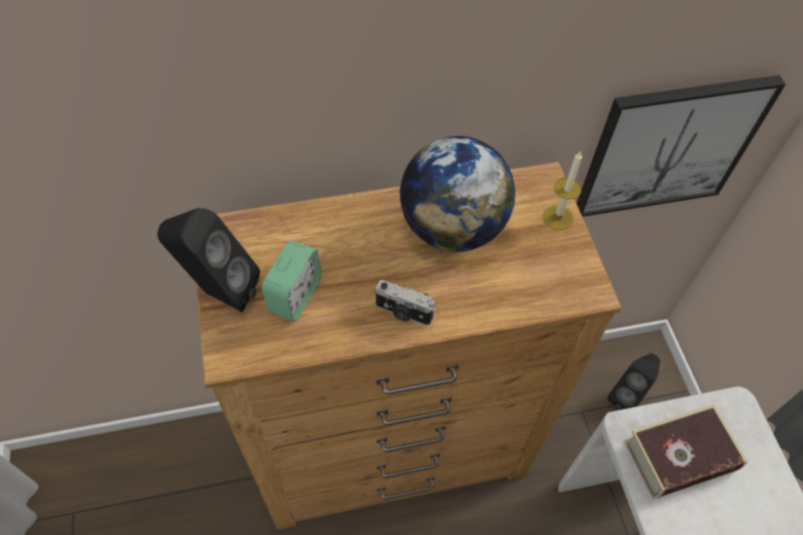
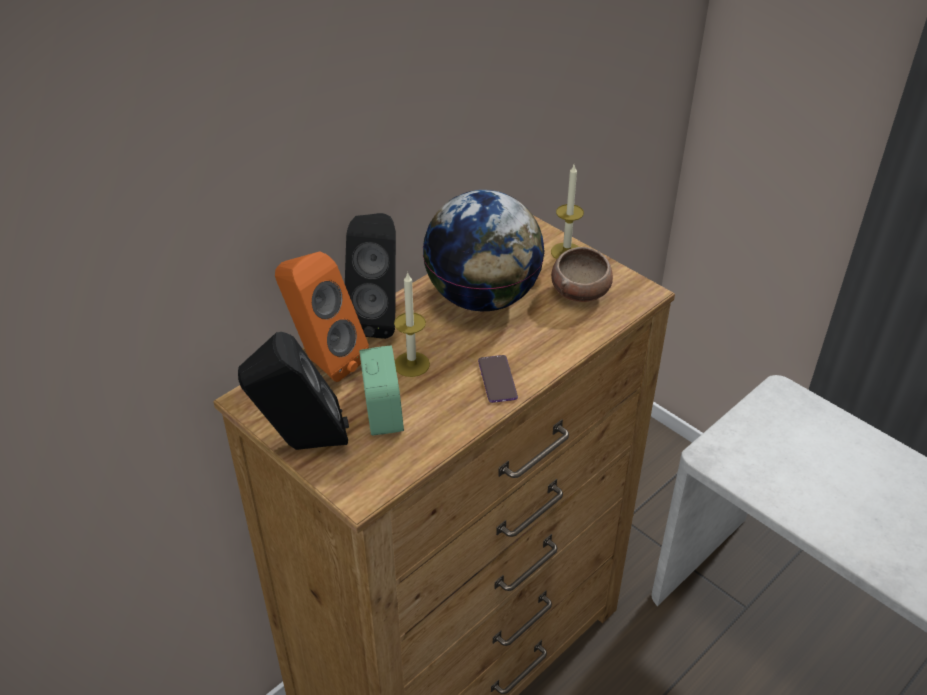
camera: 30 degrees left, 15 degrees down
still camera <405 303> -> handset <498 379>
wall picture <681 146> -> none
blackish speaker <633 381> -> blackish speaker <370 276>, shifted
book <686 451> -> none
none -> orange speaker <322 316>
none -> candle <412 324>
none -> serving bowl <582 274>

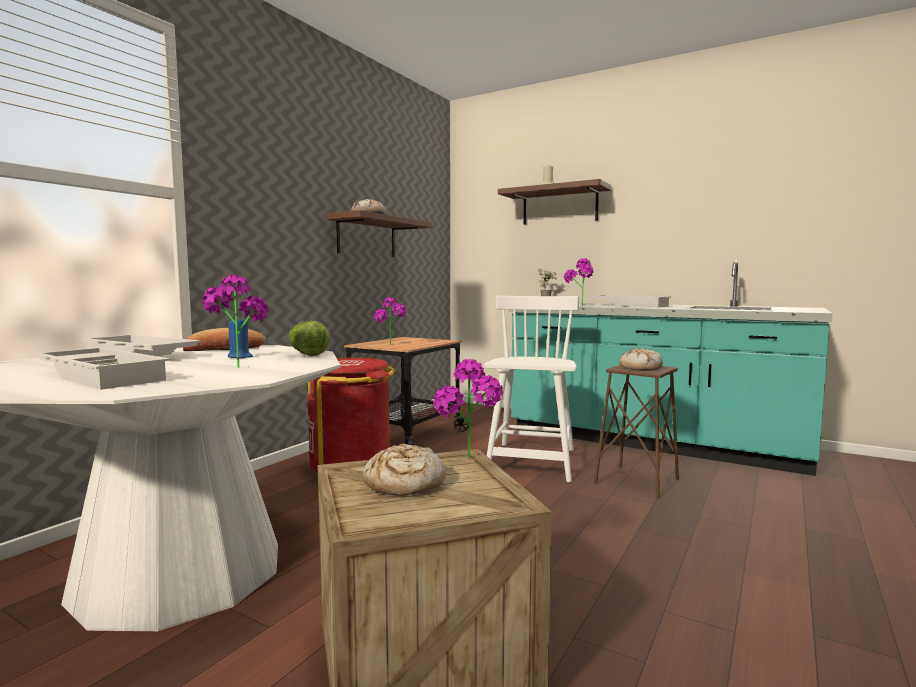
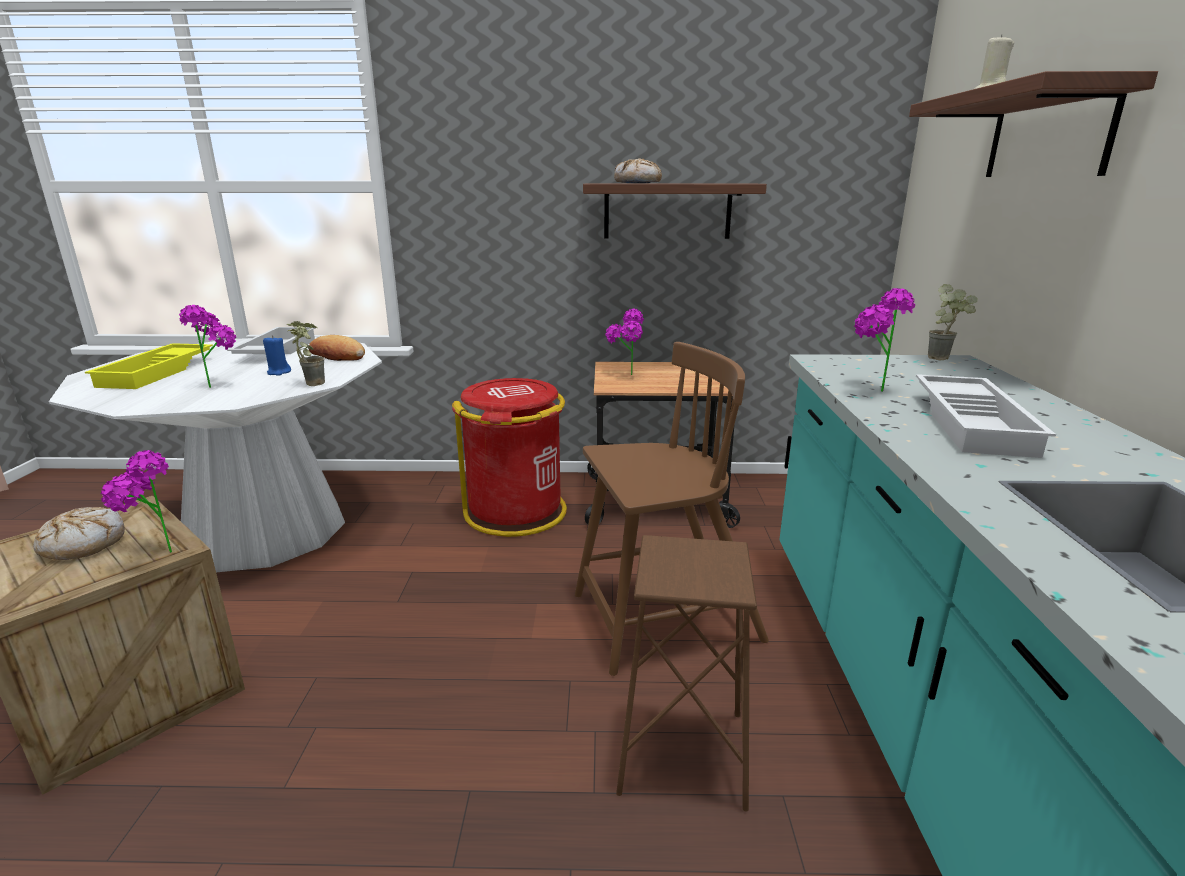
camera: 60 degrees right, 15 degrees up
white-coloured carrying tray <102 368> -> yellow-coloured carrying tray <149 366>
lettuce <309 338> -> plant in a pot <305 353>
white-coloured plain chair <531 389> -> brown-coloured plain chair <672 509>
baked bread <641 359> -> none

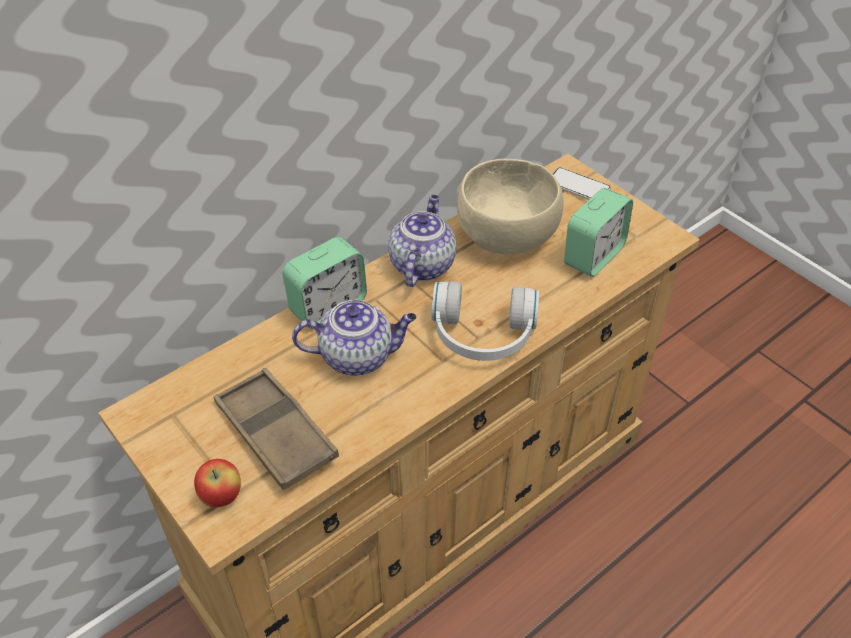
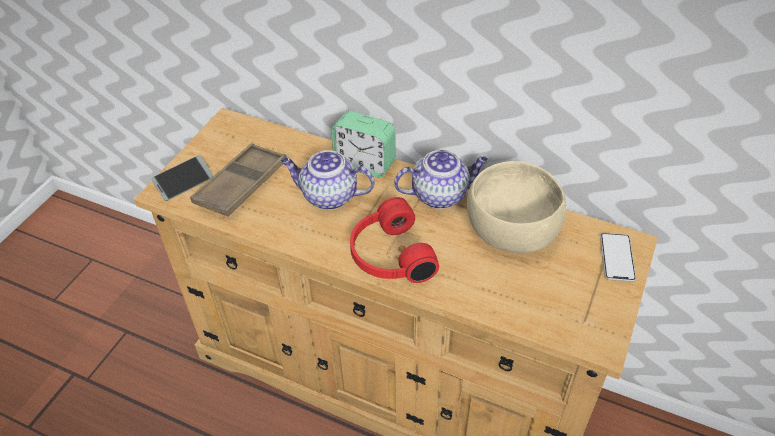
camera: 65 degrees right, 0 degrees up
whole apple <217 483> -> handset <182 178>
pot for tea <354 337> -> pot for tea <327 180>, 135 degrees clockwise
white-coloured headset <485 321> -> reddish headset <394 240>
table clock <598 232> -> none

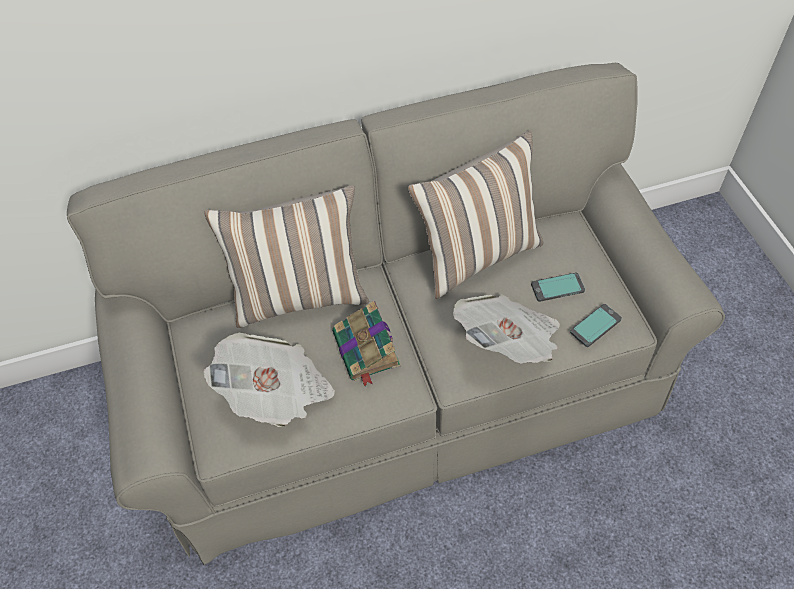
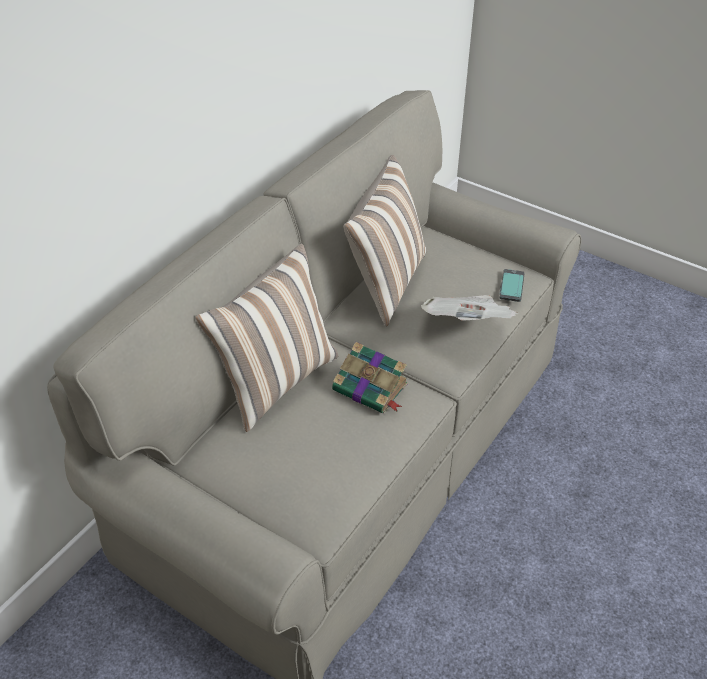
camera: 40 degrees left, 10 degrees down
newspaper <269 380> -> none
handset <558 287> -> none

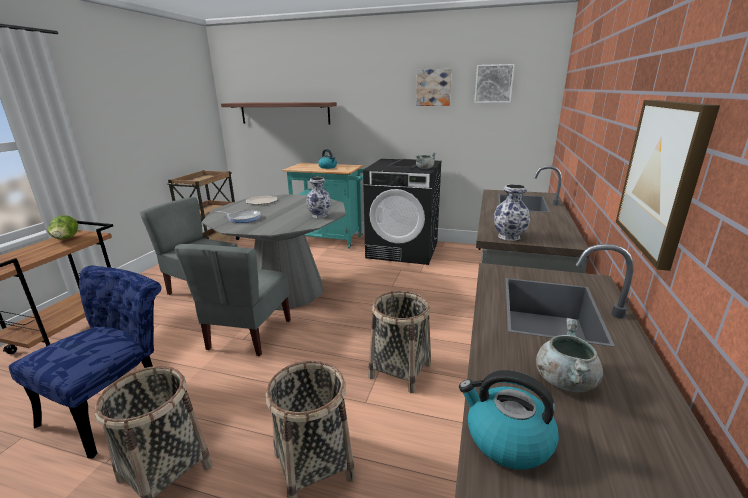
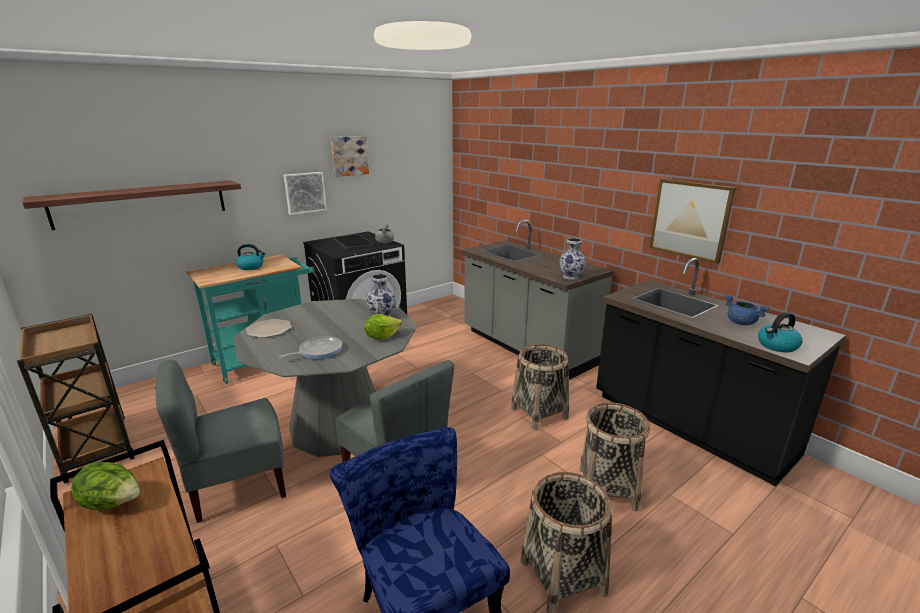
camera: 55 degrees left, 0 degrees up
wall picture <494 83> -> wall picture <305 193>, shifted
greyish stockpot <569 355> -> blue stockpot <747 310>
none -> lettuce <383 326>

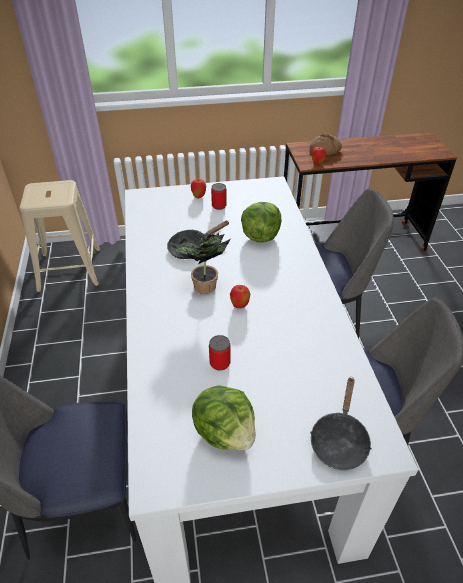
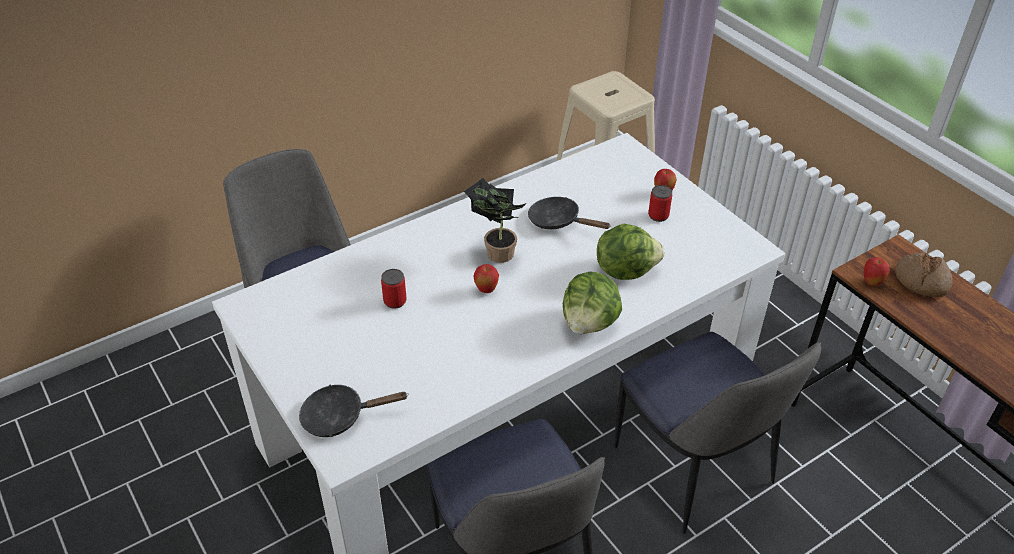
camera: 65 degrees right, 0 degrees up
lettuce <223 417> -> lettuce <592 303>, shifted

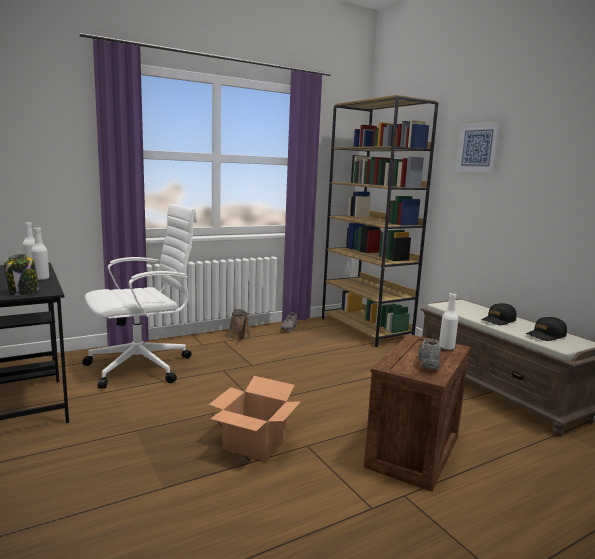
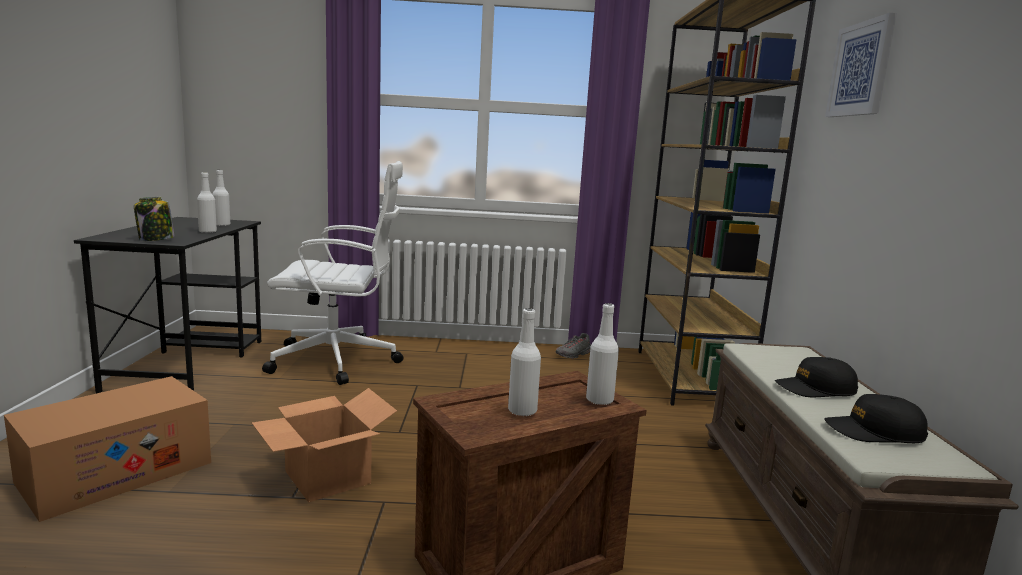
camera: 30 degrees right, 0 degrees up
brown-coloured watering pot <239 324> -> none
greyish low shoe <430 354> -> white-coloured drink bottle <524 362>
none -> packing box <107 449>

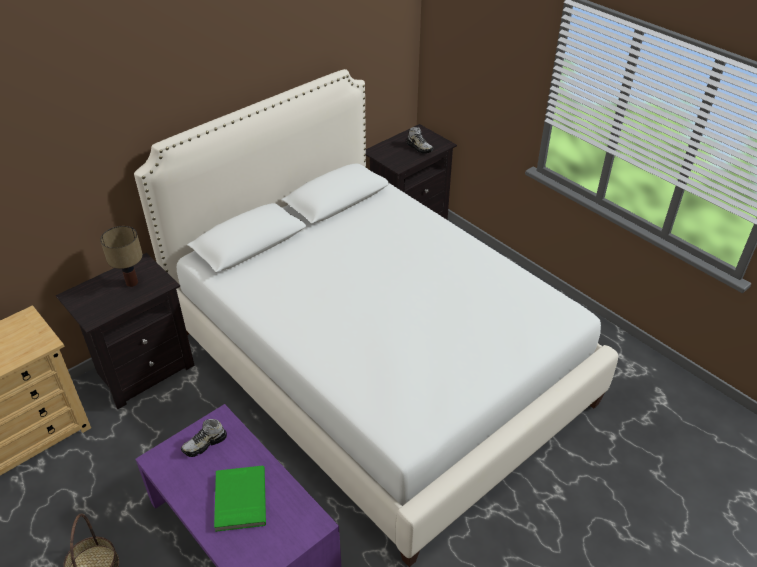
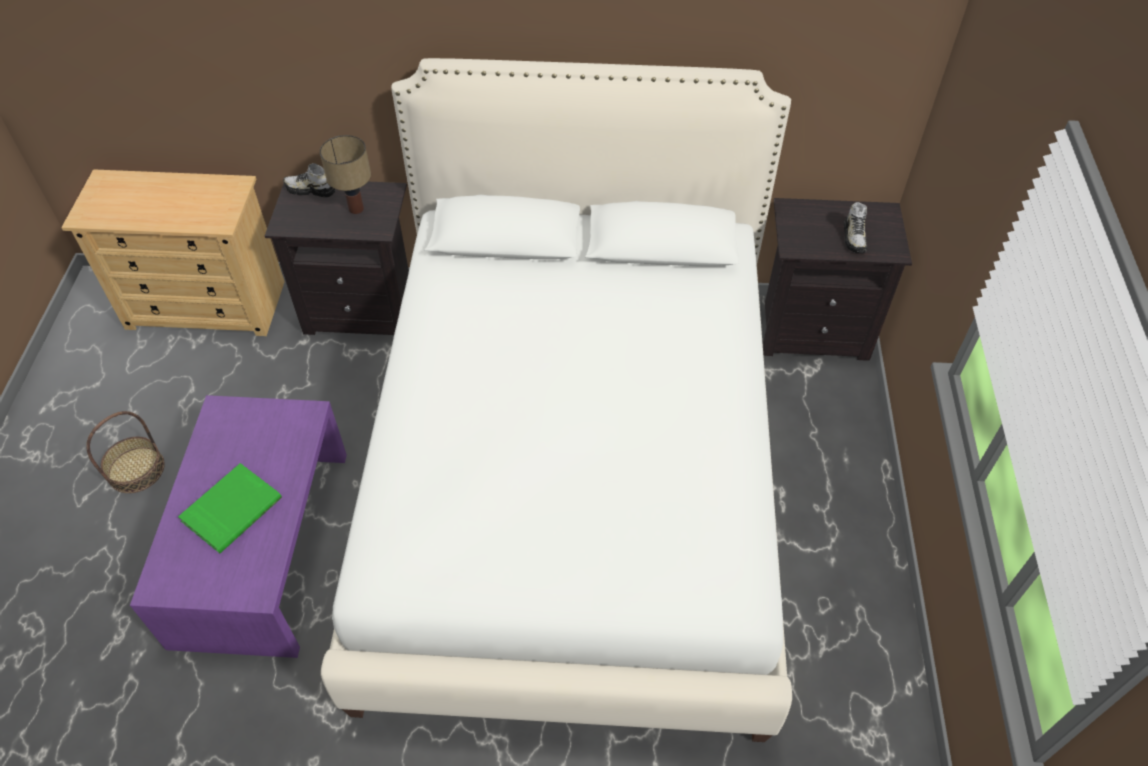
camera: 45 degrees right, 10 degrees up
low shoe <204 438> -> low shoe <309 180>, shifted

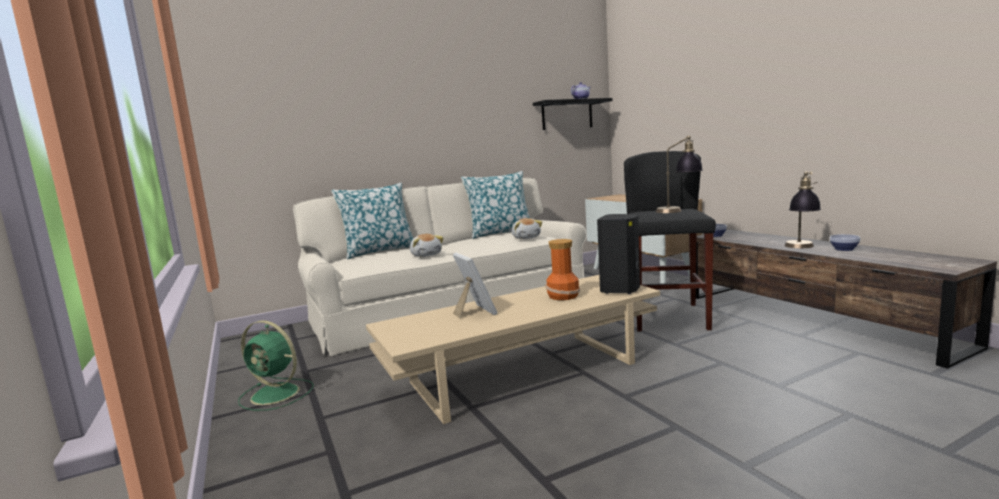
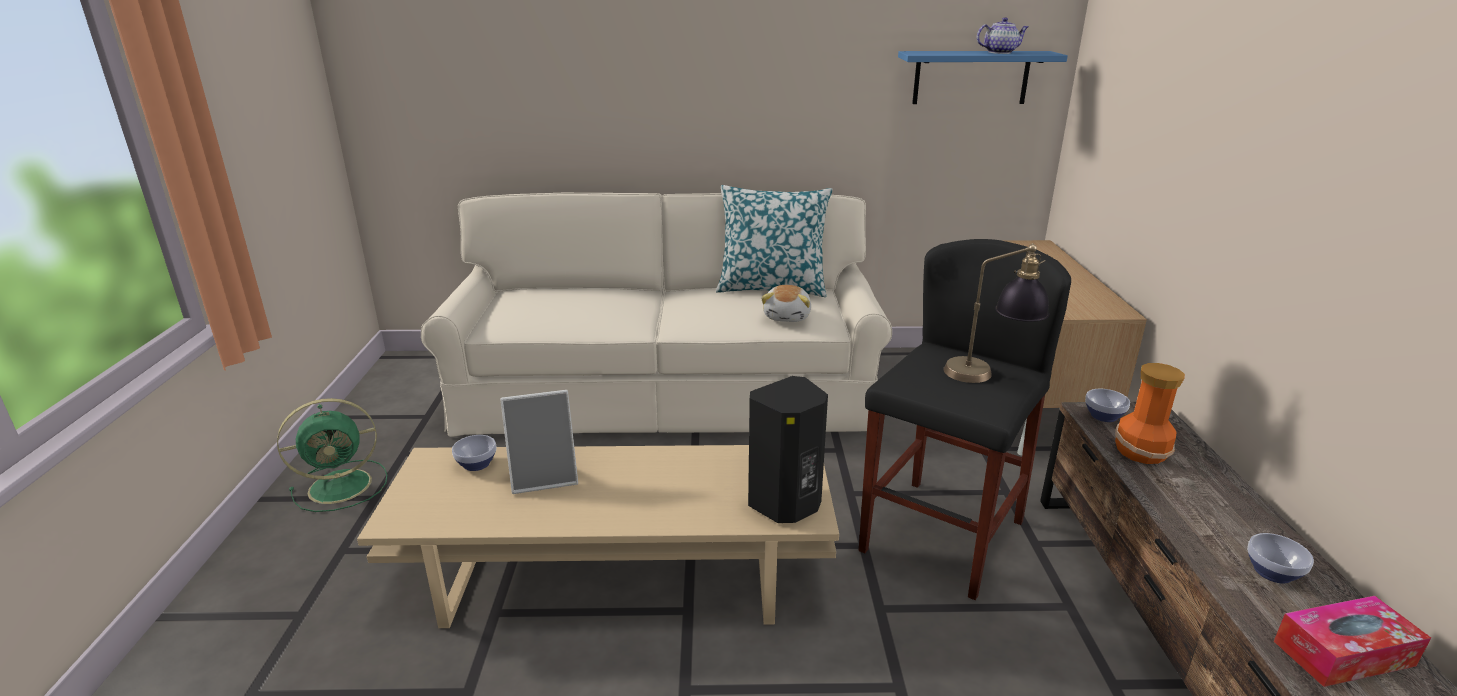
camera: 25 degrees right, 15 degrees up
green electric fan <276 365> -> green electric fan <332 455>, 75 degrees counterclockwise
pillow <372 221> -> none
soft toy <426 245> -> none
picture frame <475 286> -> picture frame <539 442>, 75 degrees clockwise
blackish shelf <572 114> -> blue shelf <983 77>
decorative vase <563 269> -> decorative vase <1150 413>, shifted
lamp for a table <803 209> -> none
none -> serving bowl <474 453>
none -> tissue holder <1352 641>

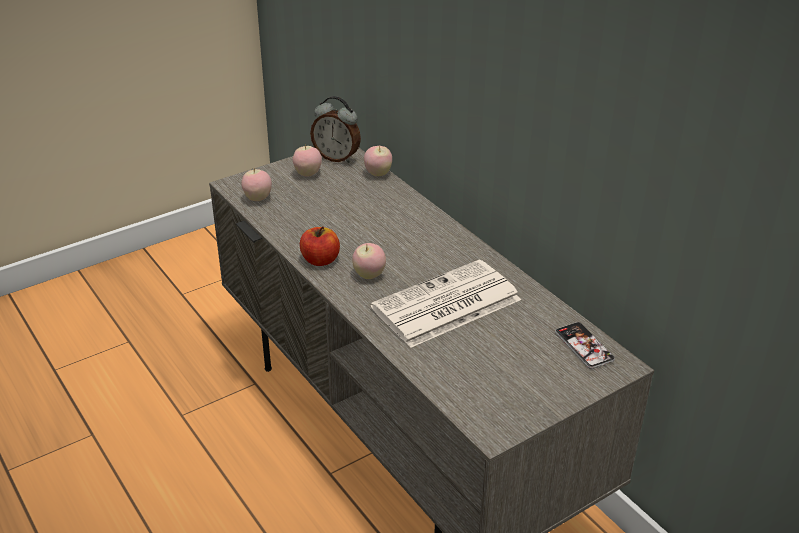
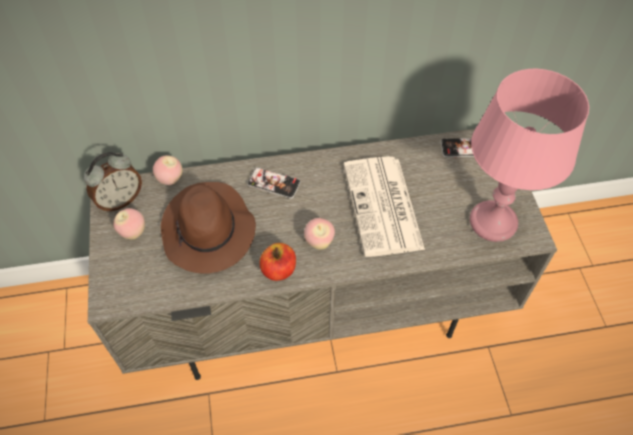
camera: 65 degrees left, 20 degrees up
whole apple <256 184> -> none
none -> brown-coloured hat <208 228>
none -> handset <274 183>
none -> pinkish lamp for a table <529 155>

